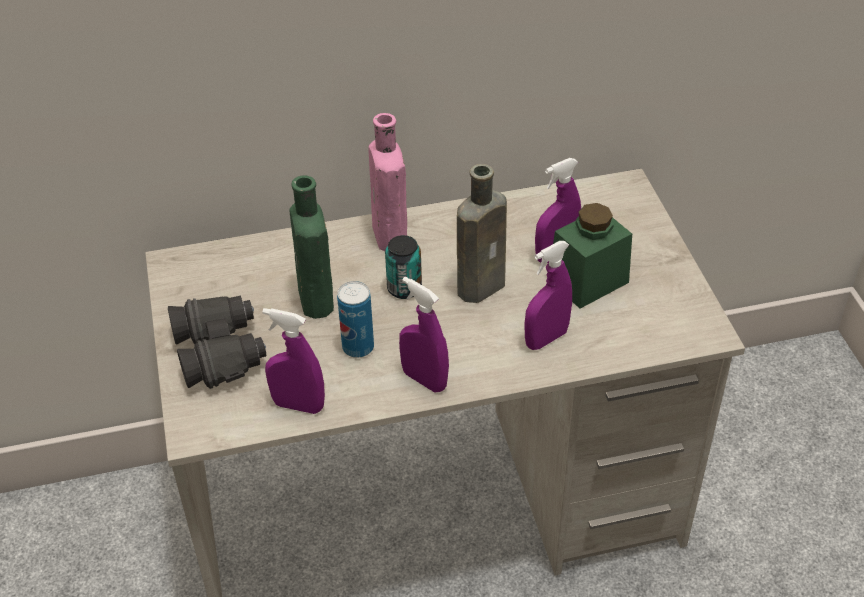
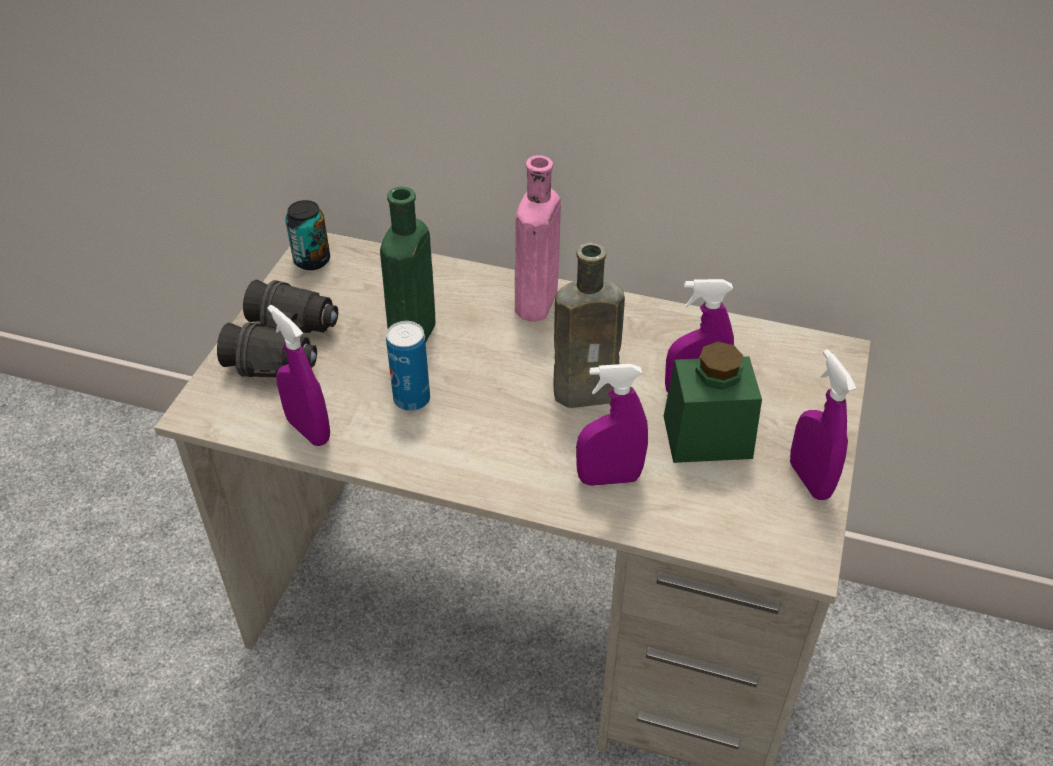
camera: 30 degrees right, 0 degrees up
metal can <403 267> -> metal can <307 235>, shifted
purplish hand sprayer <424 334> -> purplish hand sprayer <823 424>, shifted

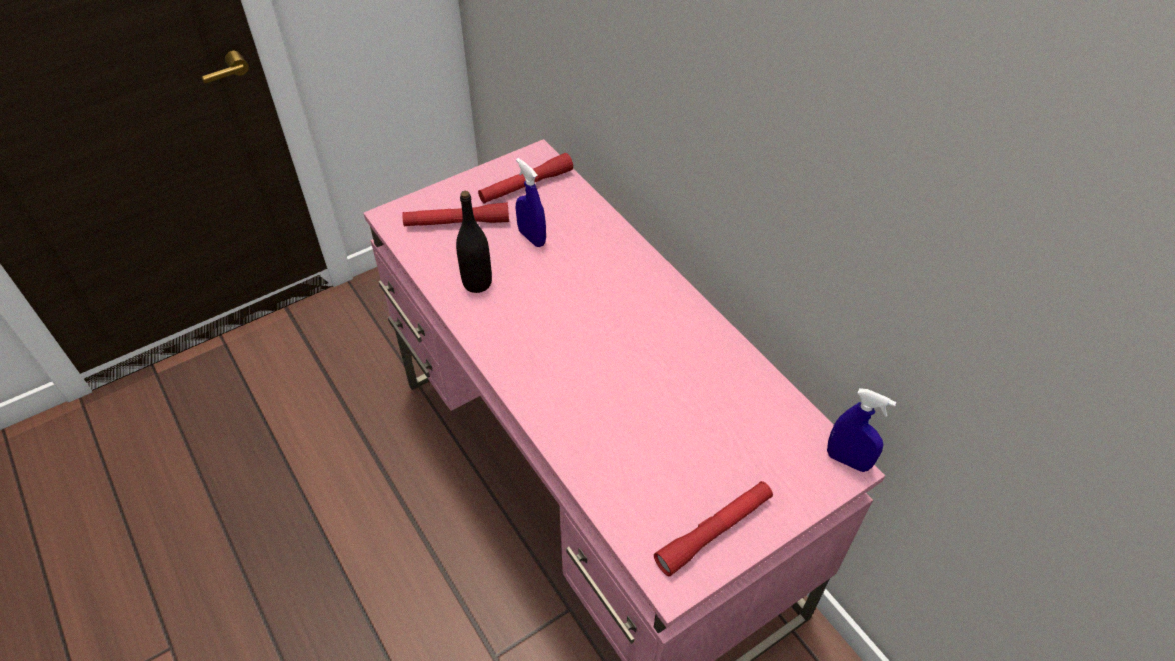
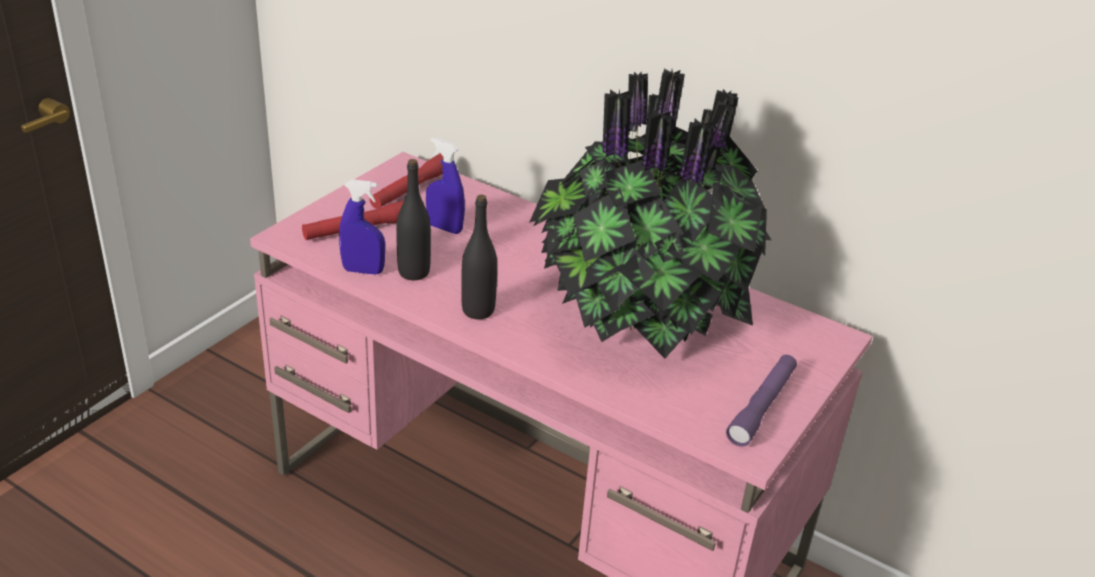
camera: 25 degrees left, 15 degrees down
reddish hand torch <713 528> -> purplish hand torch <761 401>
blue hand sprayer <861 430> -> blue hand sprayer <362 227>, shifted
none -> blackish drink bottle <479 256>
none -> plant in a pot <650 214>

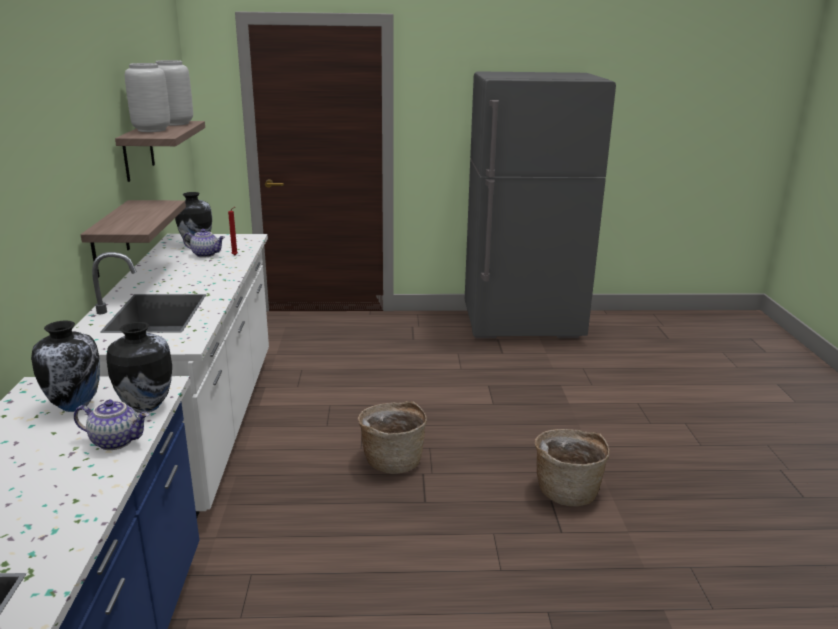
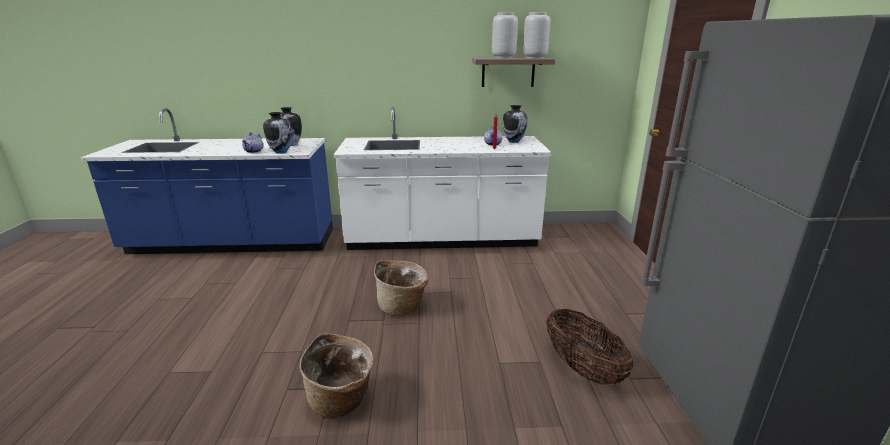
camera: 90 degrees right, 0 degrees up
shelf <133 239> -> none
none -> household basket <589 346>

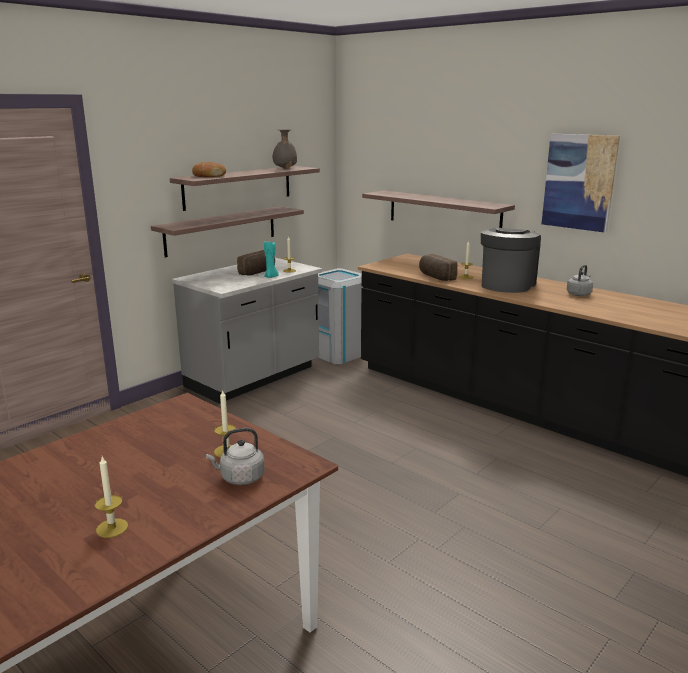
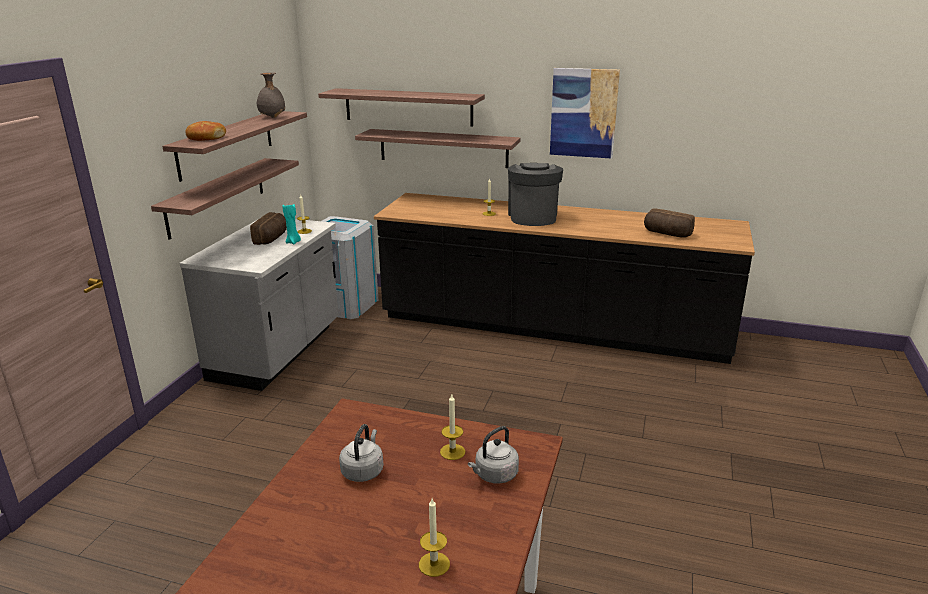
camera: 25 degrees left, 5 degrees up
baked bread <438 267> -> baked bread <669 222>, shifted
greyish kettle <580 280> -> greyish kettle <361 453>, shifted
none -> shelf <401 107>

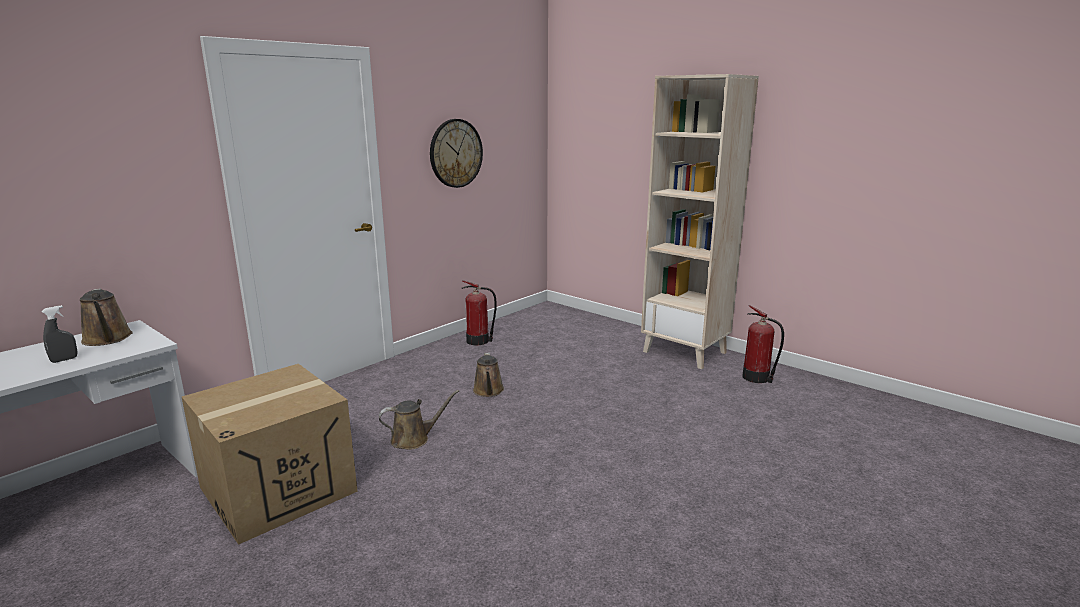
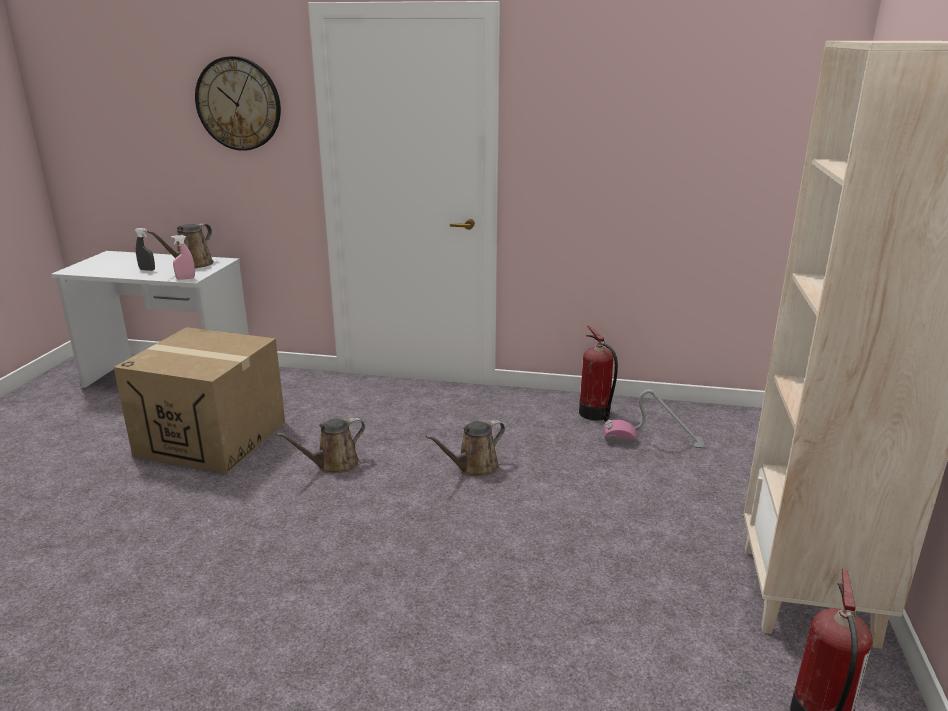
camera: 60 degrees right, 5 degrees up
brown-coloured watering pot <419 420> -> brown-coloured watering pot <320 445>, 105 degrees clockwise
wall clock <456 153> -> wall clock <238 103>, shifted
none -> pinkish hand sprayer <183 257>
none -> hoover <654 419>

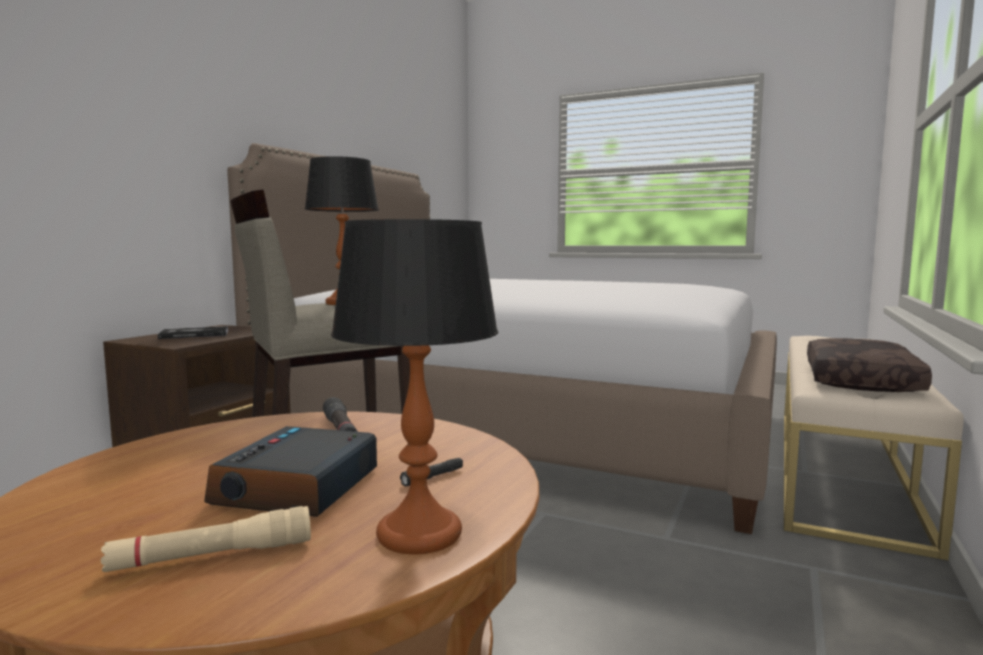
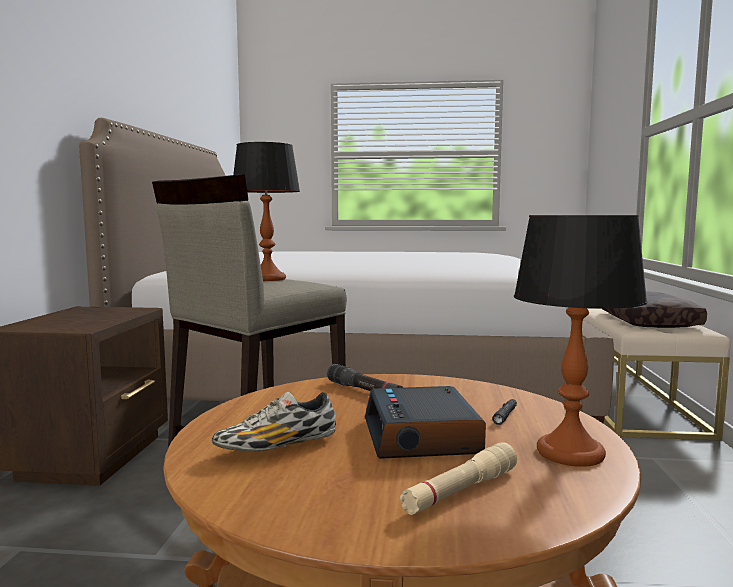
camera: 20 degrees left, 0 degrees up
book <193 332> -> none
none -> low shoe <274 422>

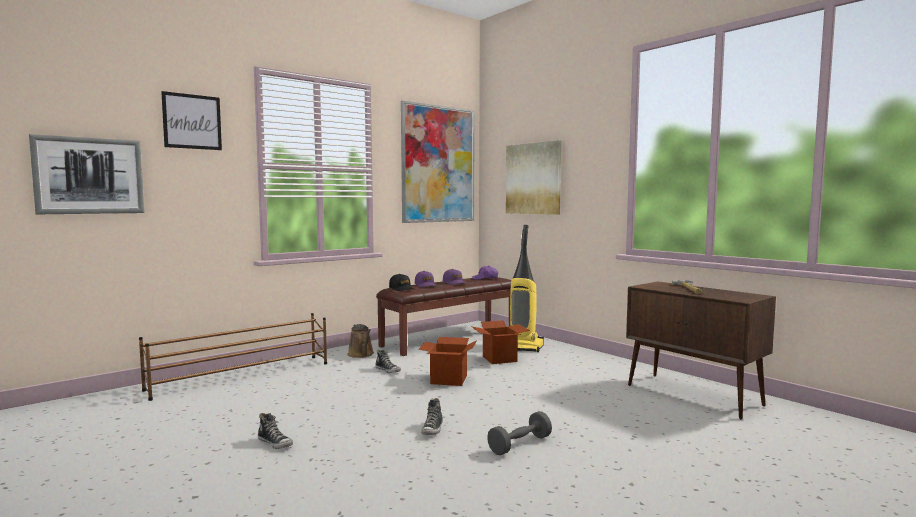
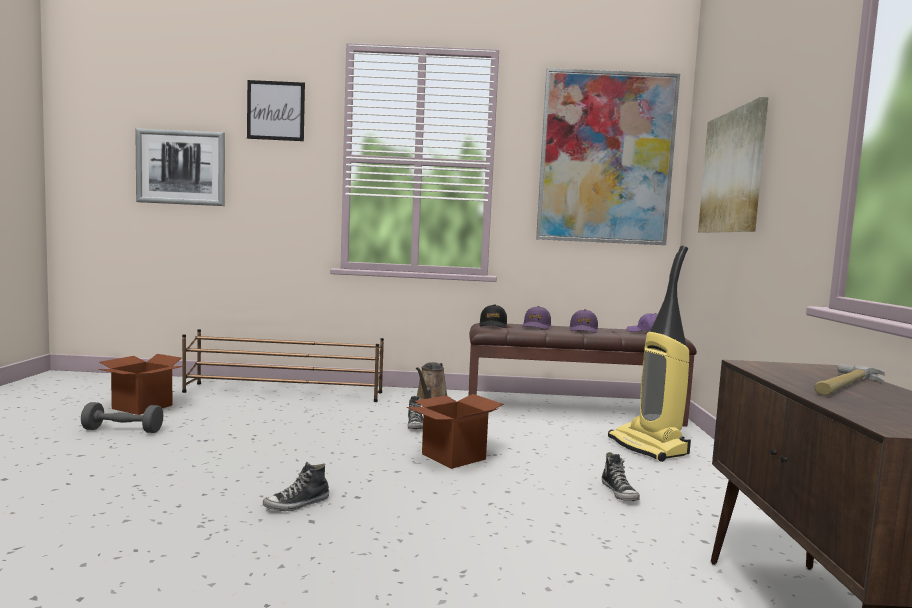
camera: 40 degrees right, 0 degrees up
low shoe <275 431> -> low shoe <621 476>, shifted
packing box <500 342> -> packing box <141 384>, shifted
greyish dumbbell <519 433> -> greyish dumbbell <122 417>, shifted

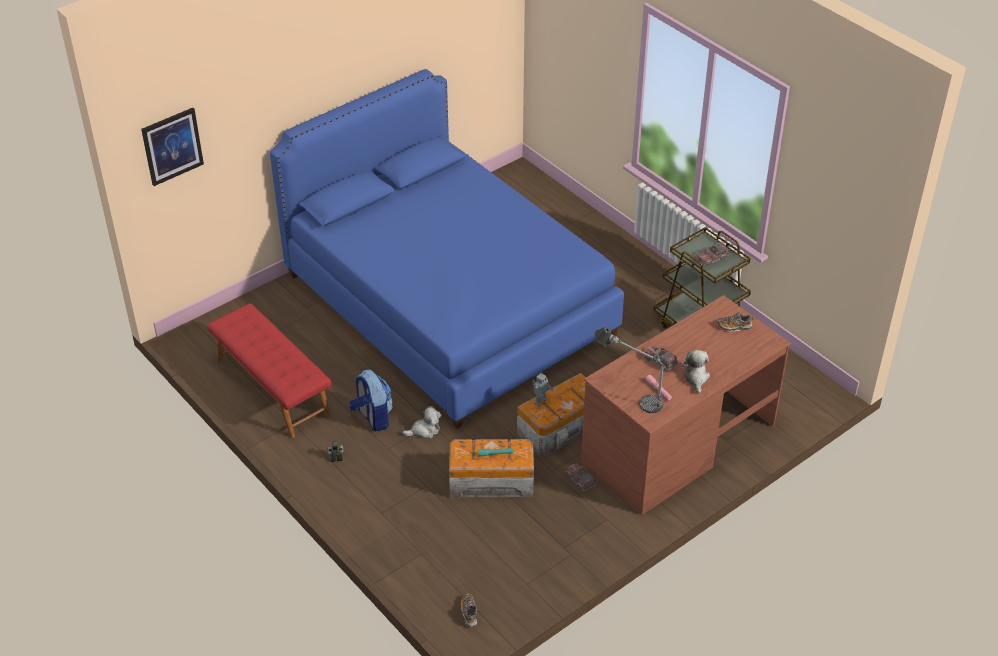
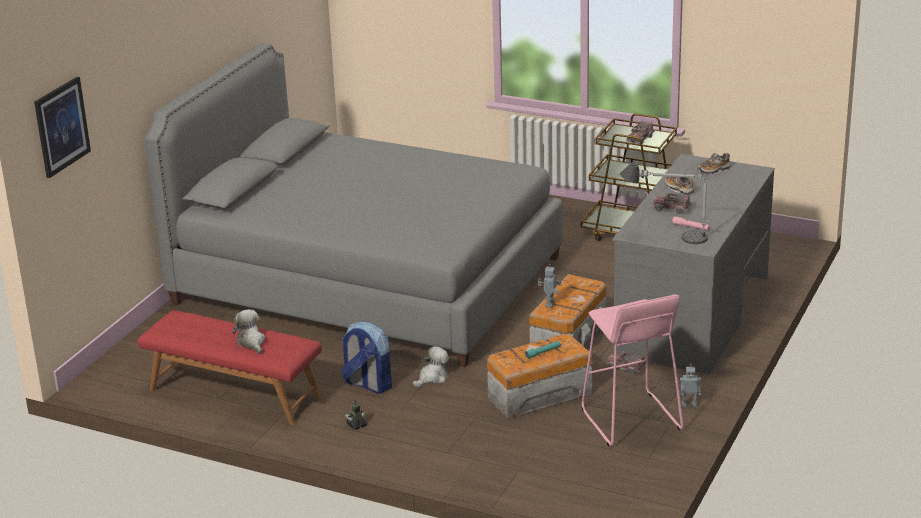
camera: 25 degrees left, 15 degrees down
blue bedroom bed <447 249> -> greyish bedroom bed <353 205>
low shoe <469 610> -> low shoe <679 184>, shifted
brown-coloured desk unit <686 405> -> greyish desk unit <693 264>
soft toy <696 372> -> soft toy <248 331>, shifted
none -> pinkish sitting stool <633 370>
none -> toy robot <690 385>

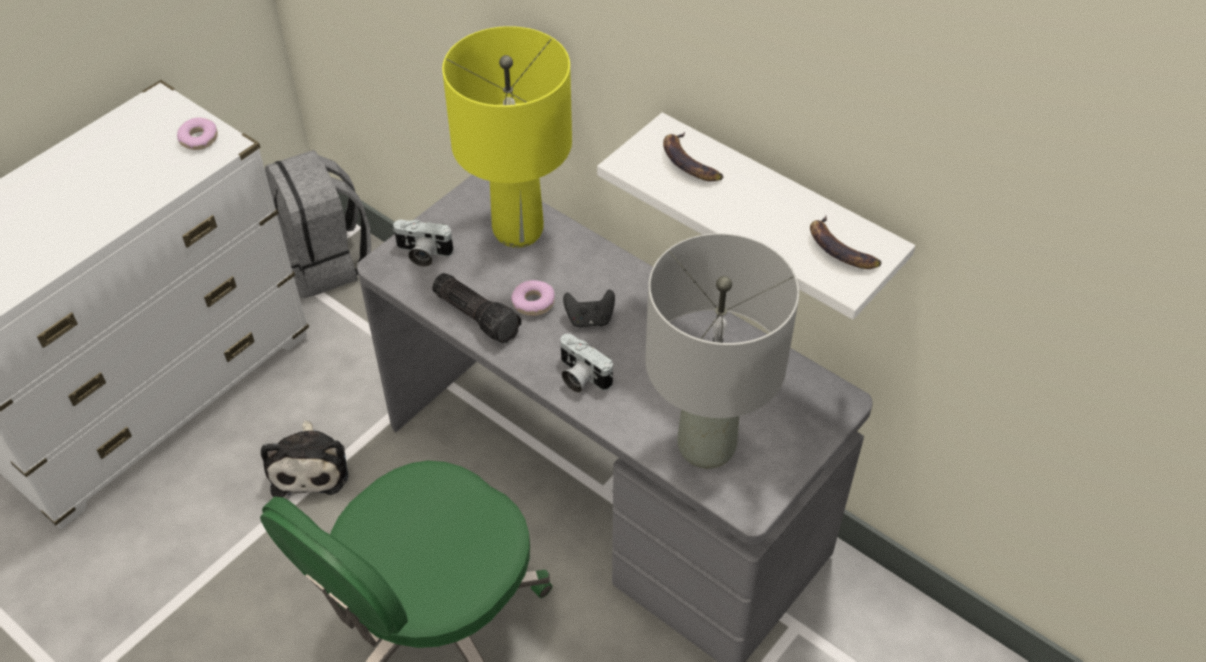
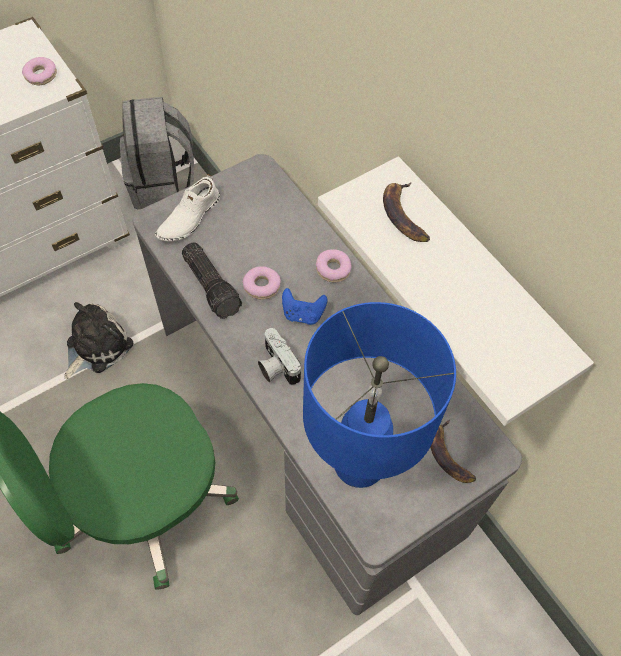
camera: 15 degrees right, 10 degrees up
soft toy <304 459> -> soft toy <98 340>, 150 degrees counterclockwise
still camera <423 243> -> white-coloured low shoe <187 207>
yellow-coloured lamp for a table <507 137> -> none
blackish game controller <589 309> -> blue game controller <305 306>
greyish lamp for a table <722 351> -> blue lamp for a table <379 395>
banana <845 242> -> banana <453 451>, shifted
none -> donut <334 265>

